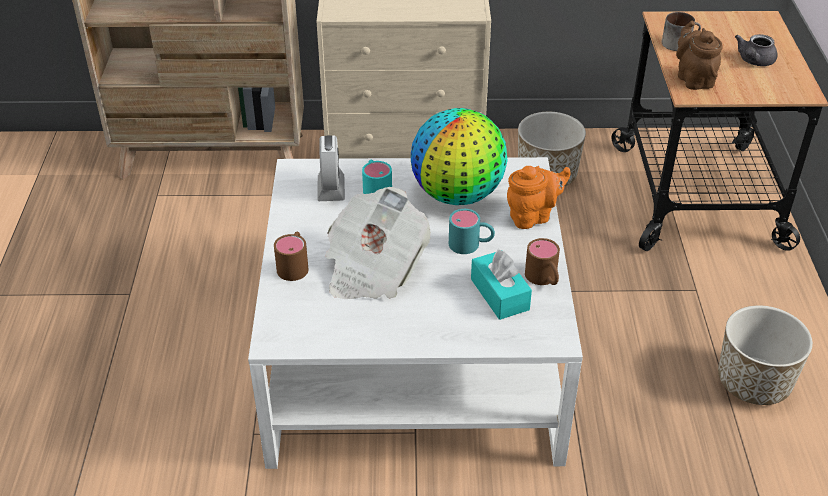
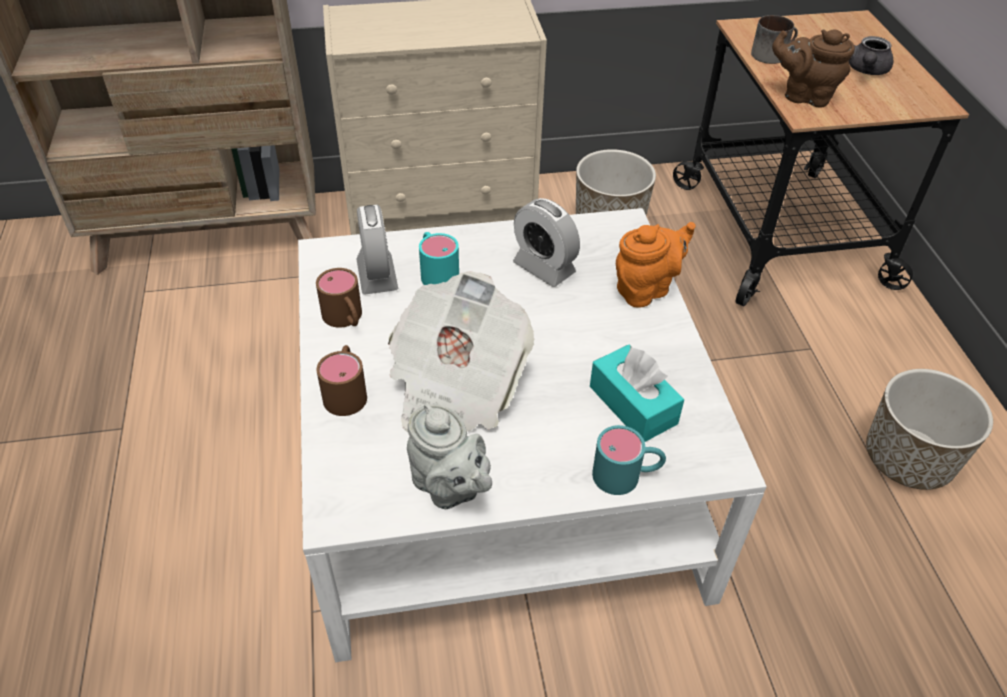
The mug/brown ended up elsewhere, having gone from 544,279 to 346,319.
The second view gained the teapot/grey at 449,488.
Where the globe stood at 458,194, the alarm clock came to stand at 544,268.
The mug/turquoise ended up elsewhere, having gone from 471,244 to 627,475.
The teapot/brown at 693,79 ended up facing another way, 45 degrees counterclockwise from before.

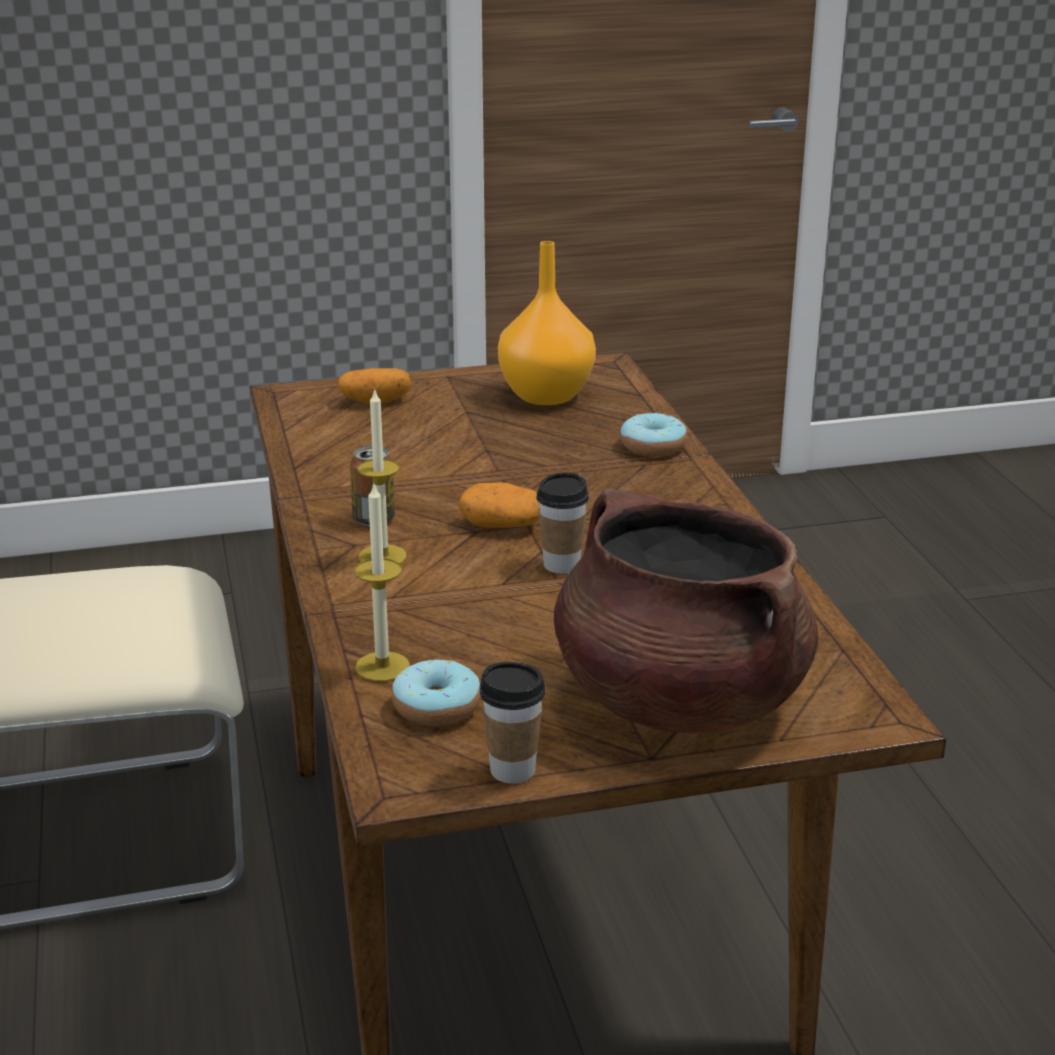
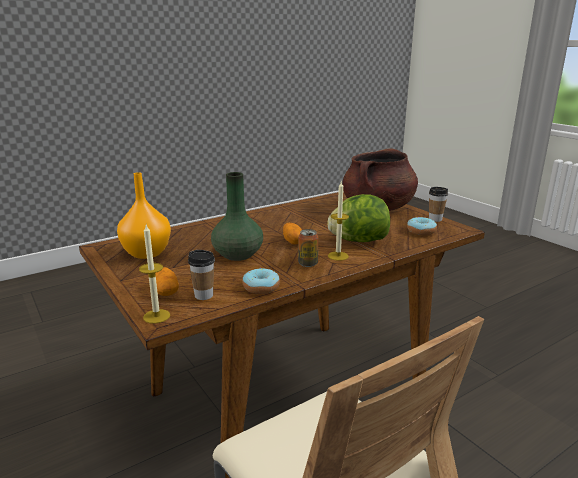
The candle ended up elsewhere, having gone from 382,667 to 156,316.
The cup ended up elsewhere, having gone from 561,565 to 204,295.
The second view gained the vase/green at 238,255.
The donut ended up elsewhere, having gone from 653,447 to 261,287.
The second view gained the lettuce at 358,241.

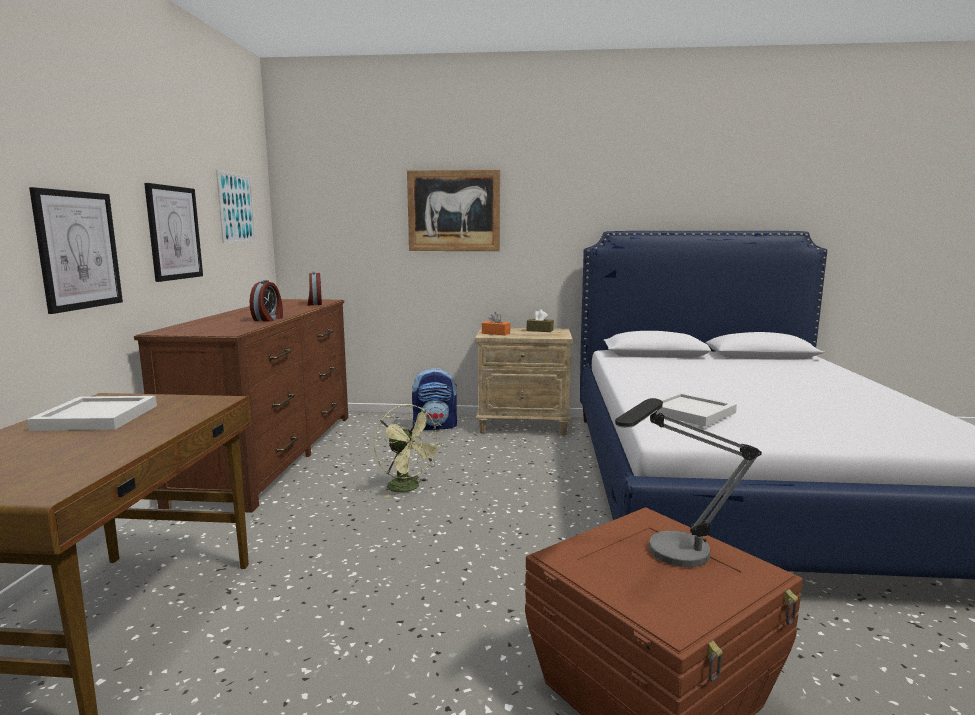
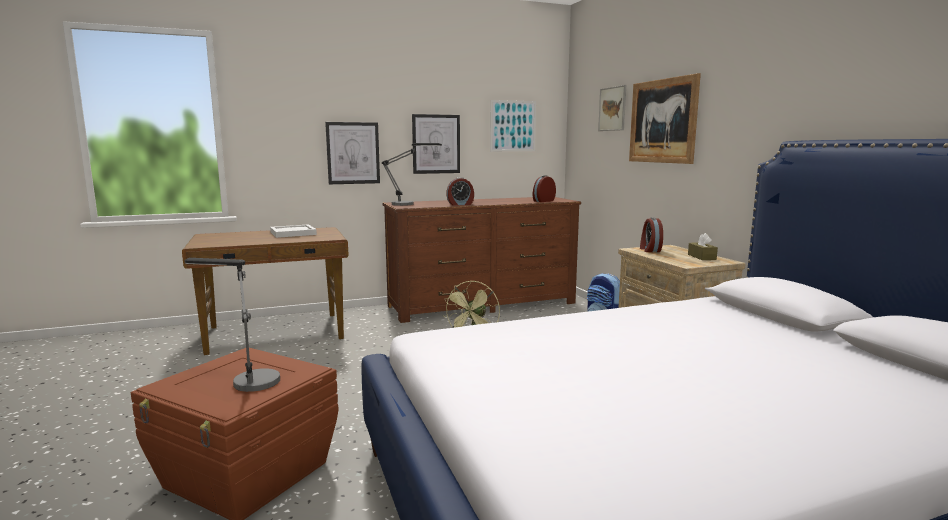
The second view gained the table lamp at 409,204.
The second view gained the picture at 612,109.
Where the tissue box/orange stood at 495,333, the alarm clock came to stand at 649,250.
The second view lost the tray/white at 691,413.

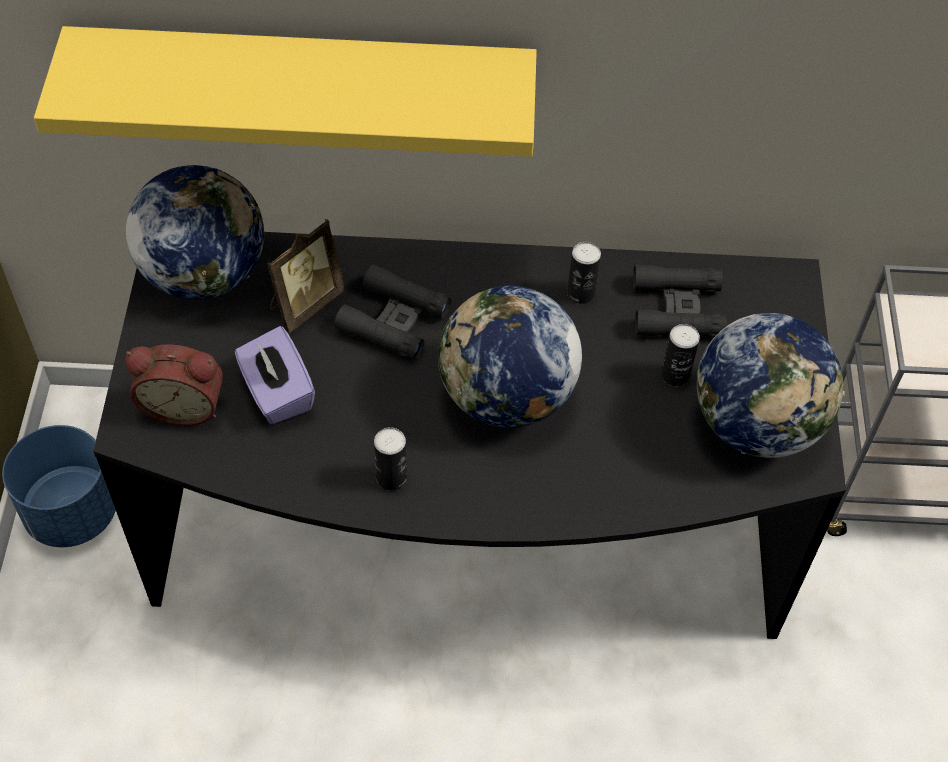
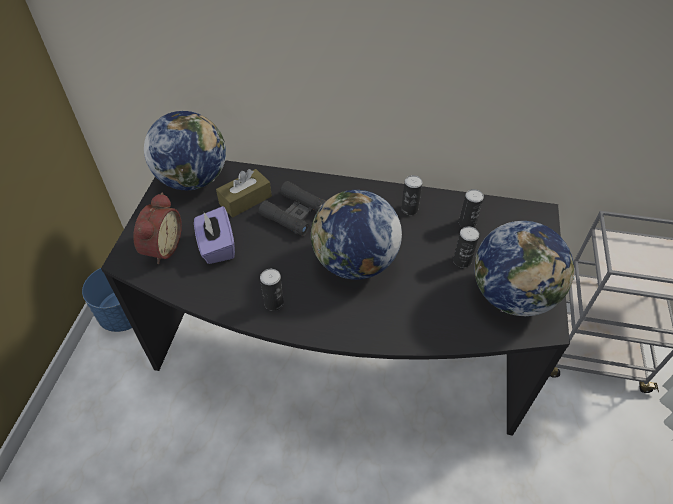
The alarm clock at 184,404 ended up facing another way, 90 degrees counterclockwise from before.
Where the picture frame stood at 304,304, the tissue box/brown came to stand at 245,200.
Where the binoculars/black stood at 677,309, the can came to stand at 467,223.
The second view lost the shelf/yellow at 303,80.

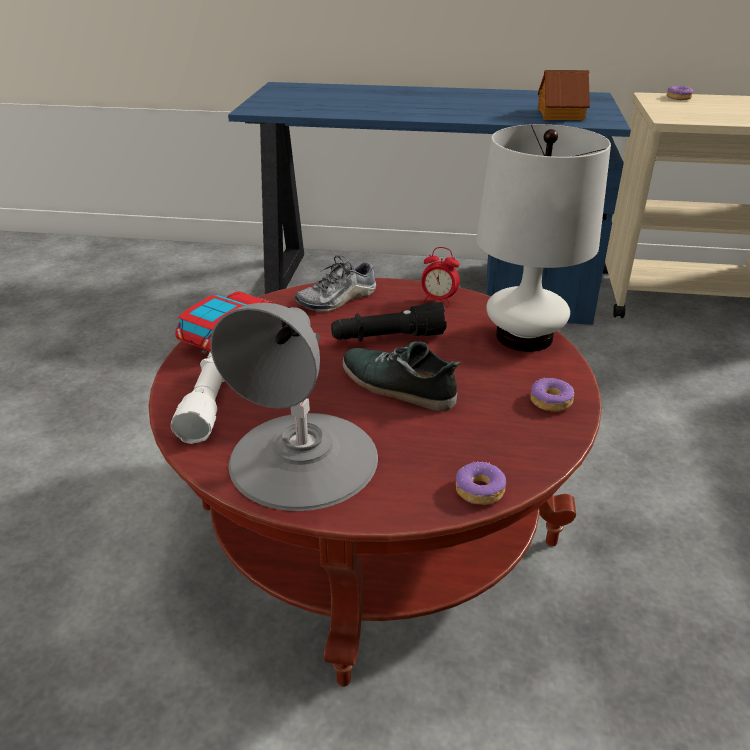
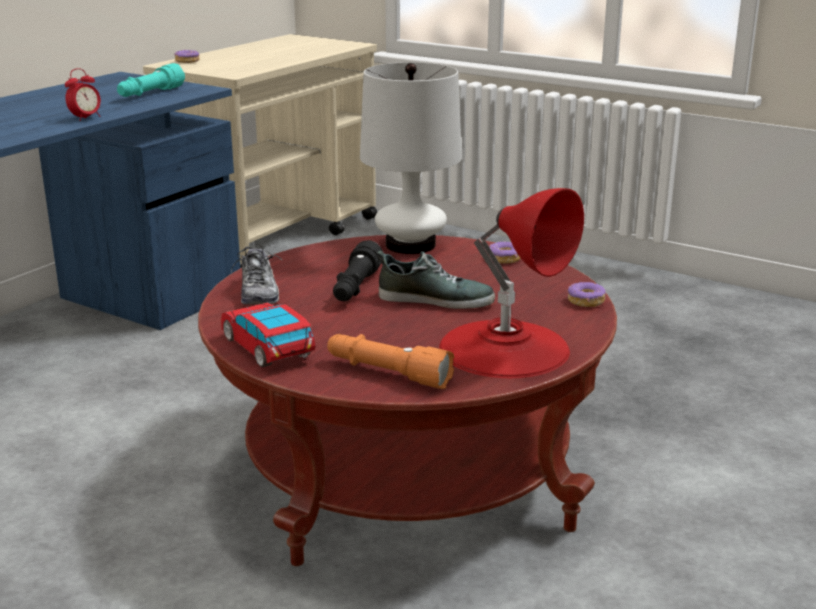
The alarm clock ended up elsewhere, having gone from 438,300 to 86,118.
Where the toy house stood at 559,114, the flashlight/turquoise came to stand at 150,94.
What was the flashlight/white at 209,404 turned into the flashlight/orange at 387,373.
The shoe at 397,386 ended up facing another way, 135 degrees counterclockwise from before.
What was the table lamp/grey at 304,459 turned into the table lamp/red at 505,348.

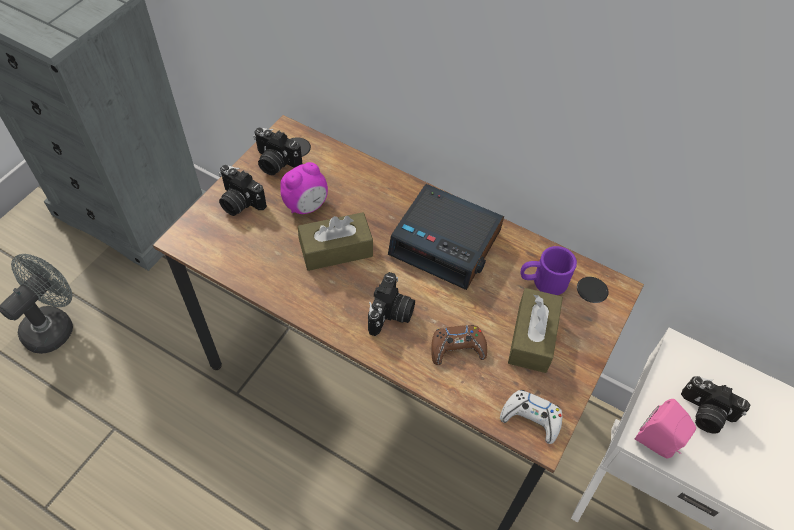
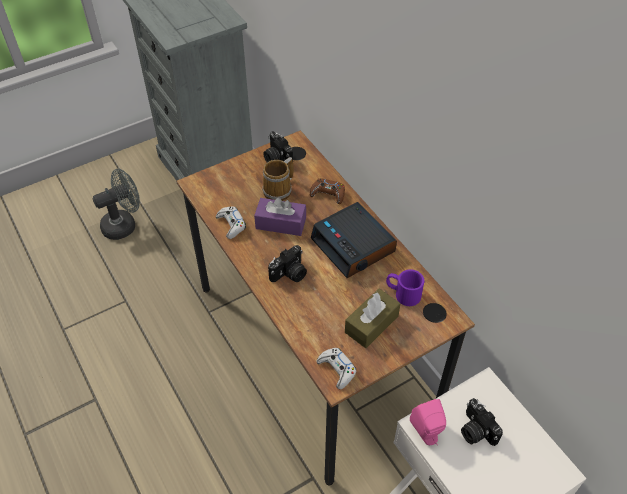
The second view gained the game controller/white at 231,225.
What was the tissue box/brown at 336,250 turned into the tissue box/purple at 281,223.
Where the alarm clock stood at 306,205, the mug came to stand at 279,190.
The game controller/brown ended up elsewhere, having gone from 457,348 to 328,194.
The second view lost the photo camera at 239,202.

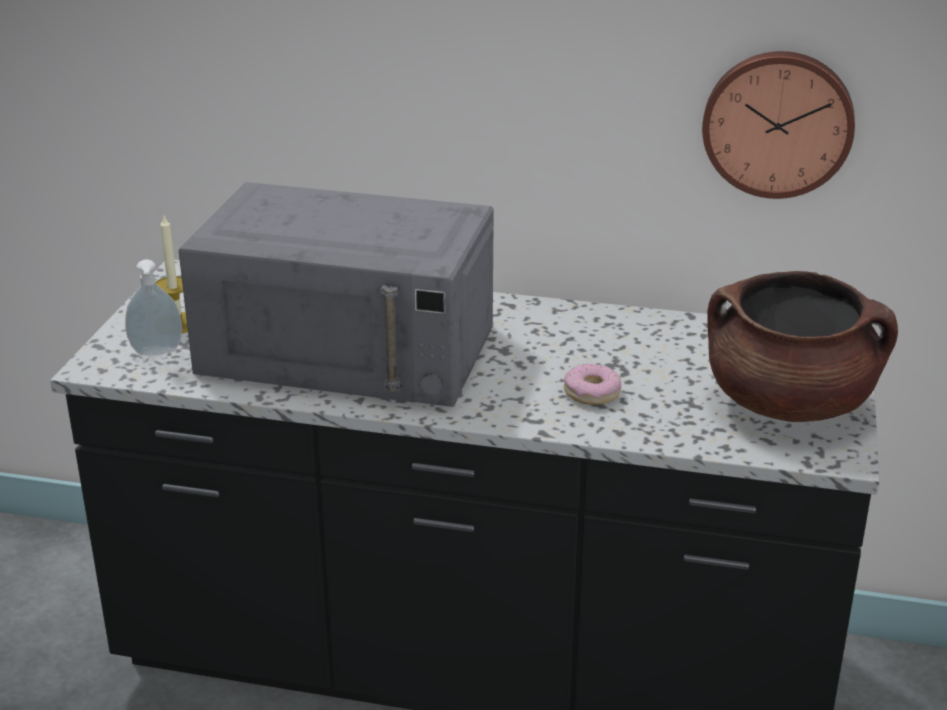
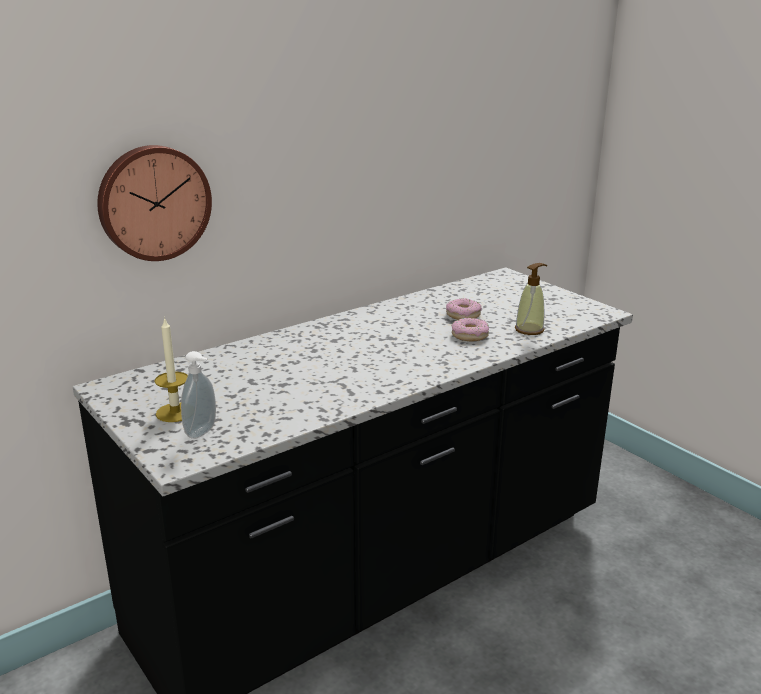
The wall clock ended up elsewhere, having gone from 778,123 to 153,202.
The second view gained the donut at 463,315.
The second view gained the soap dispenser at 529,330.
The second view lost the microwave/grey at 350,349.
The second view lost the cooking pot/brown at 789,403.

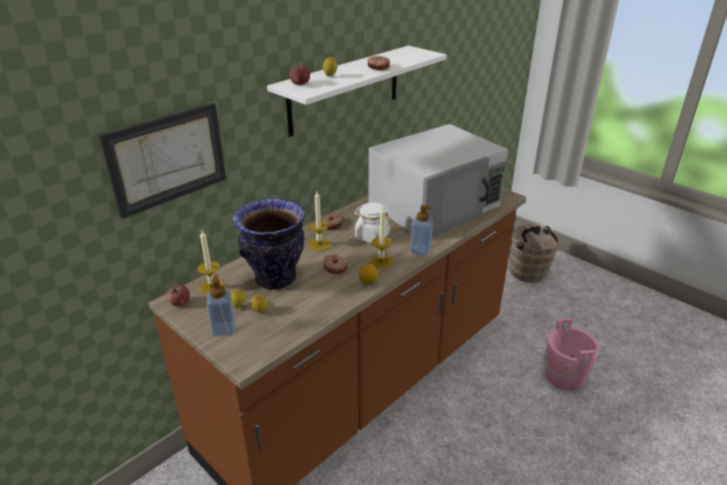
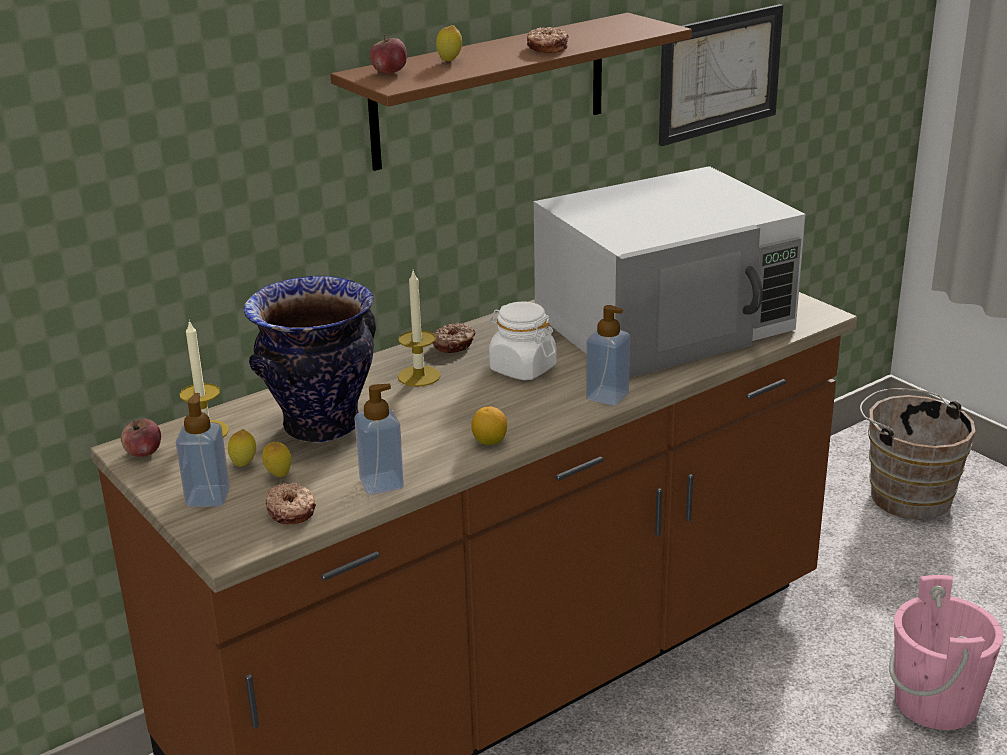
The donut ended up elsewhere, having gone from 335,267 to 292,511.
What was the shelf/white at 345,90 turned into the shelf/brown at 490,91.
The second view gained the soap dispenser at 381,483.
The picture ended up elsewhere, having gone from 167,158 to 719,73.
The second view lost the candle at 381,261.

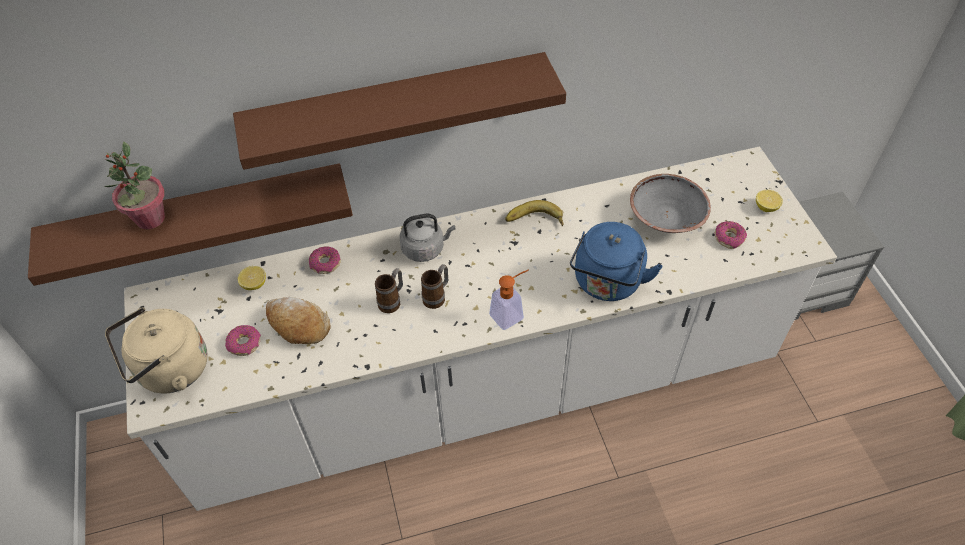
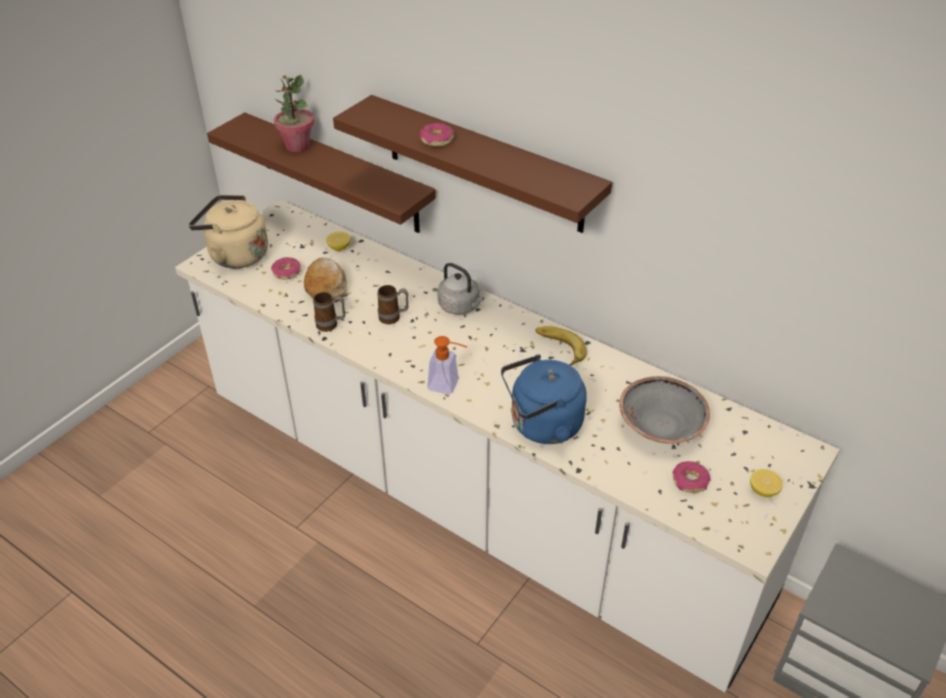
The mug ended up elsewhere, having gone from 437,297 to 331,325.
The donut ended up elsewhere, having gone from 325,264 to 436,140.

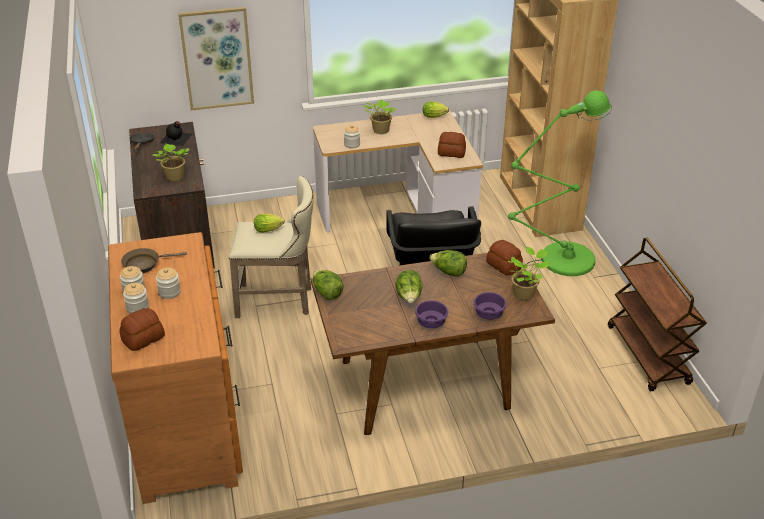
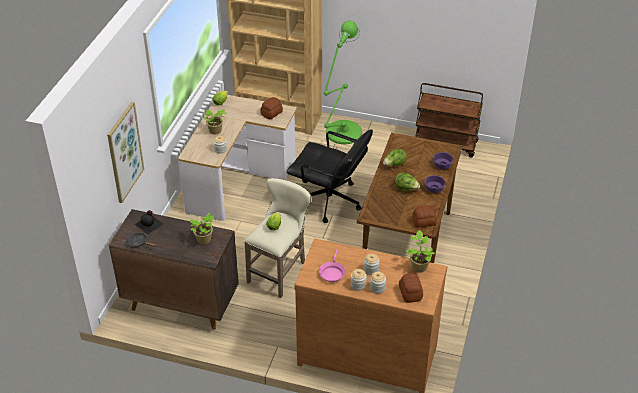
What was the frying pan/brown at 145,264 turned into the frying pan/pink at 332,273.
The potted plant ended up elsewhere, having gone from 525,293 to 419,266.
The bread ended up elsewhere, having gone from 504,265 to 423,222.
The second view lost the lettuce at 327,293.

